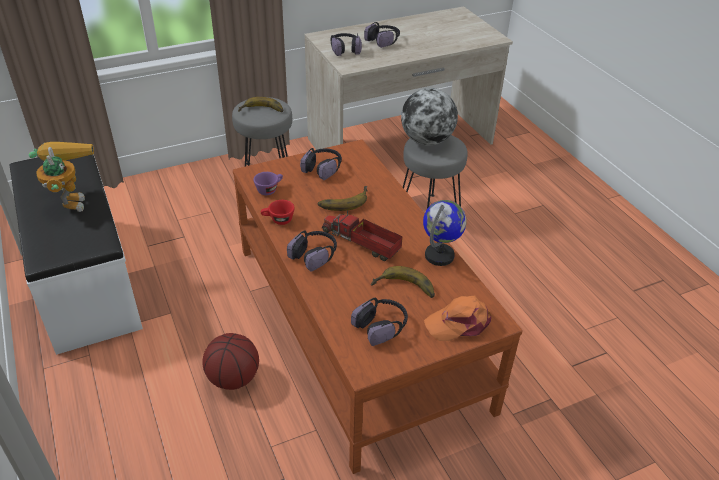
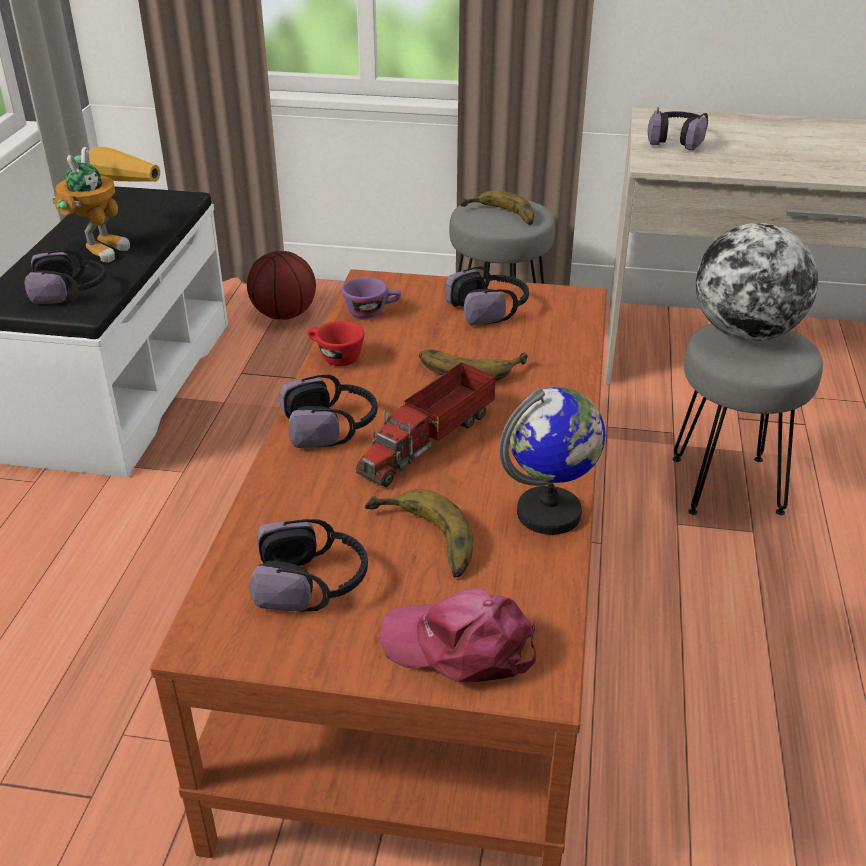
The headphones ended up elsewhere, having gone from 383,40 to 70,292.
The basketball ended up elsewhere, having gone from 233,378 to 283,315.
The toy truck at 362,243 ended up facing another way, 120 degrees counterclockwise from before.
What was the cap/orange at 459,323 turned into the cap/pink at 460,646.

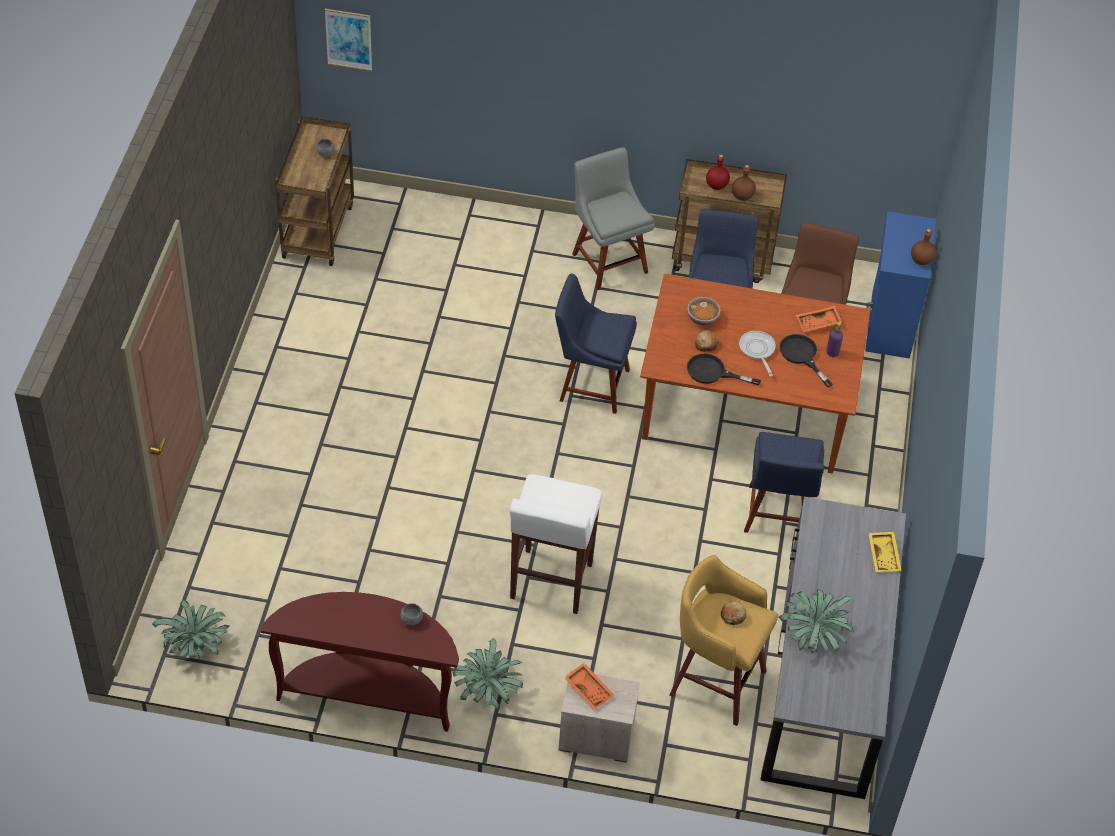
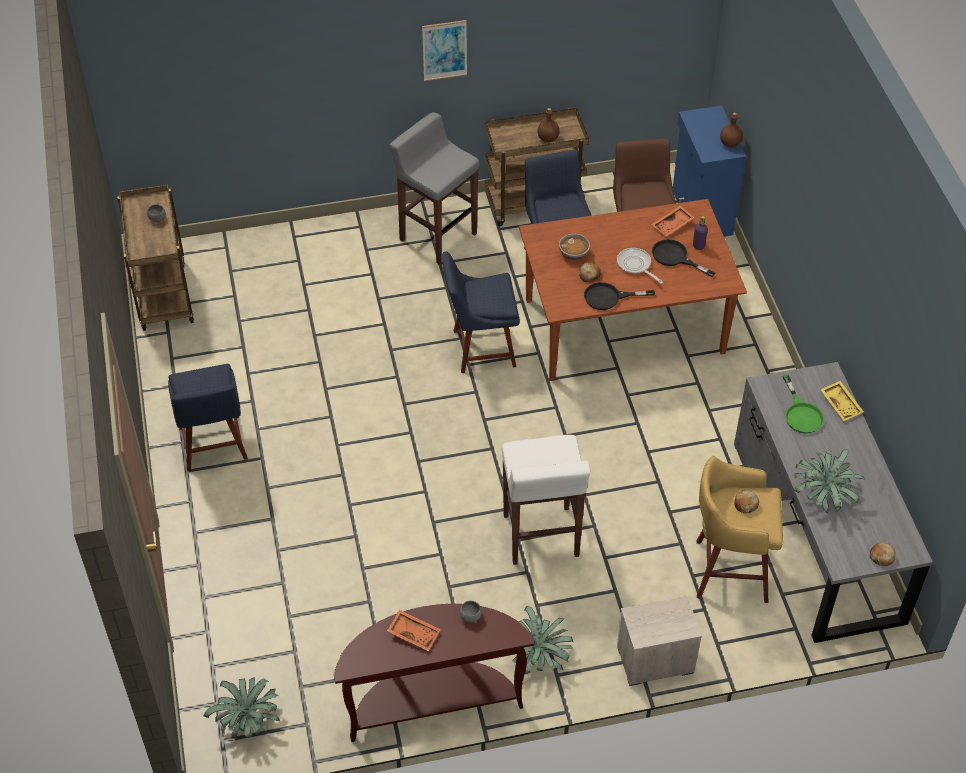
The chair/blue ended up elsewhere, having gone from 777,516 to 213,446.
The tray/orange ended up elsewhere, having gone from 589,689 to 414,633.
Where the chair/grey stood at 608,260, the stool/grey came to stand at 437,236.
The picture ended up elsewhere, having gone from 348,39 to 444,50.
The second view gained the frying pan/green at 801,413.
The second view gained the bread at 882,557.
The second view lost the bottle/red at 717,186.

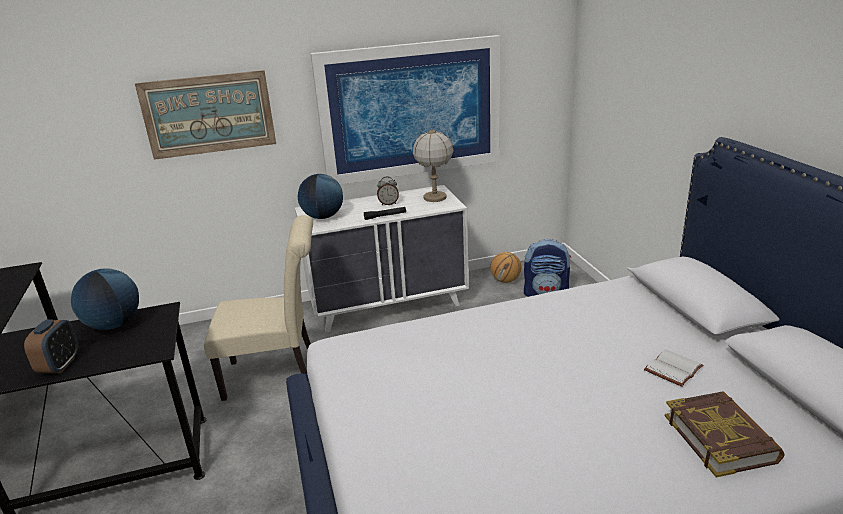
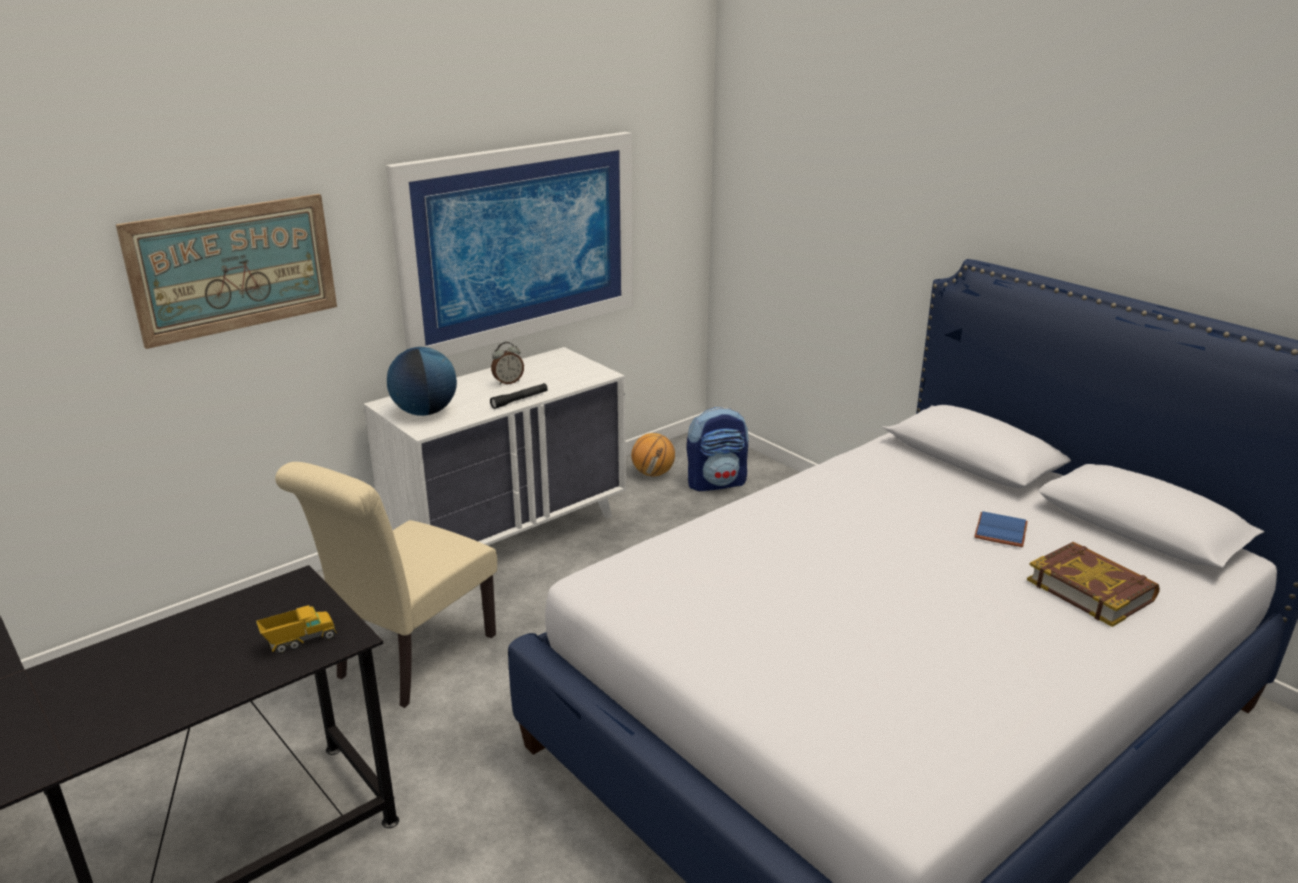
The second view gained the toy truck at 299,642.
The chair/beige at 277,375 ended up facing another way, 150 degrees clockwise from before.
What was the book/white at 674,370 turned into the book/blue at 1002,532.
The second view lost the alarm clock at 60,365.
The second view lost the globe at 114,324.
The second view lost the table lamp at 435,197.

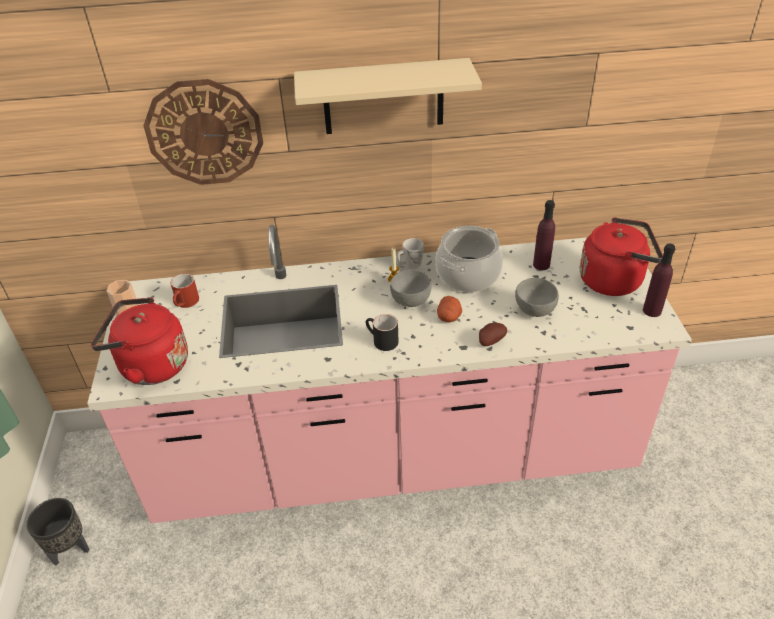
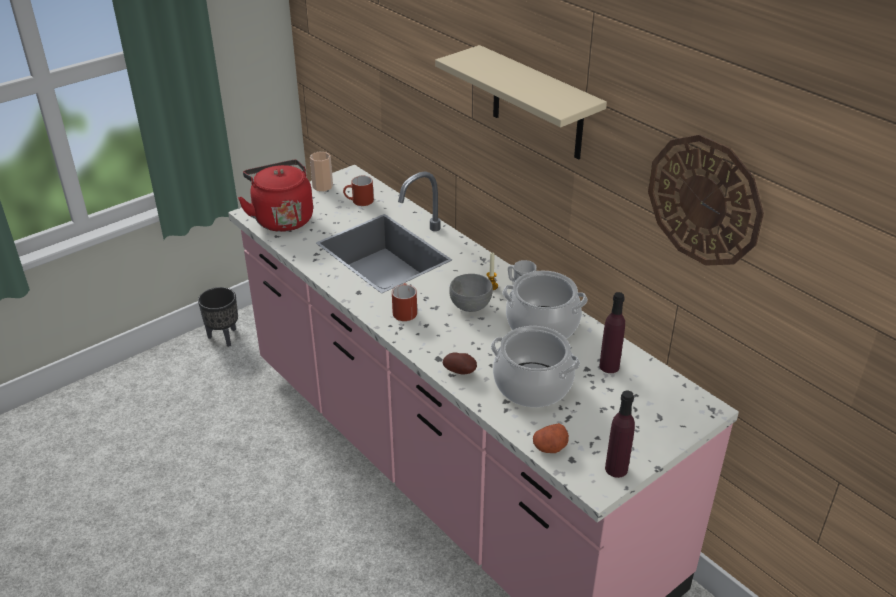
What was the mug/black at 381,341 turned into the mug/red at 404,310.
Where the bowl/grey stood at 534,310, the cooking pot came to stand at 533,385.
The potato ended up elsewhere, having gone from 449,317 to 550,447.
The wall clock ended up elsewhere, having gone from 204,133 to 704,200.
The second view lost the kettle/red at 614,280.

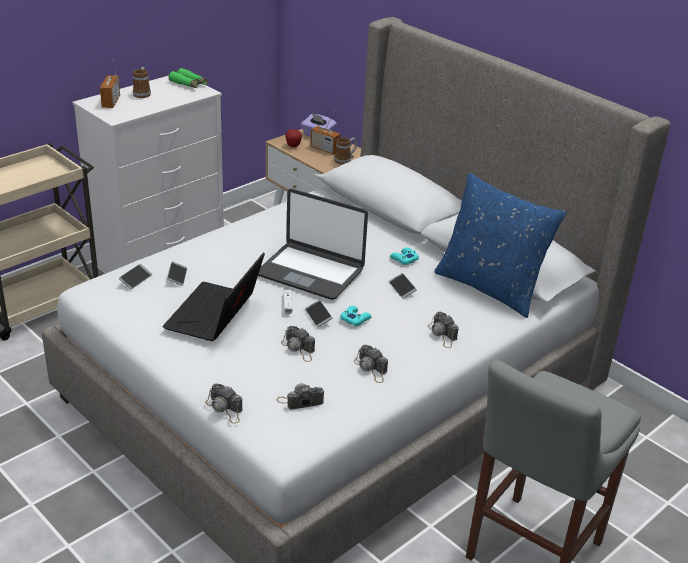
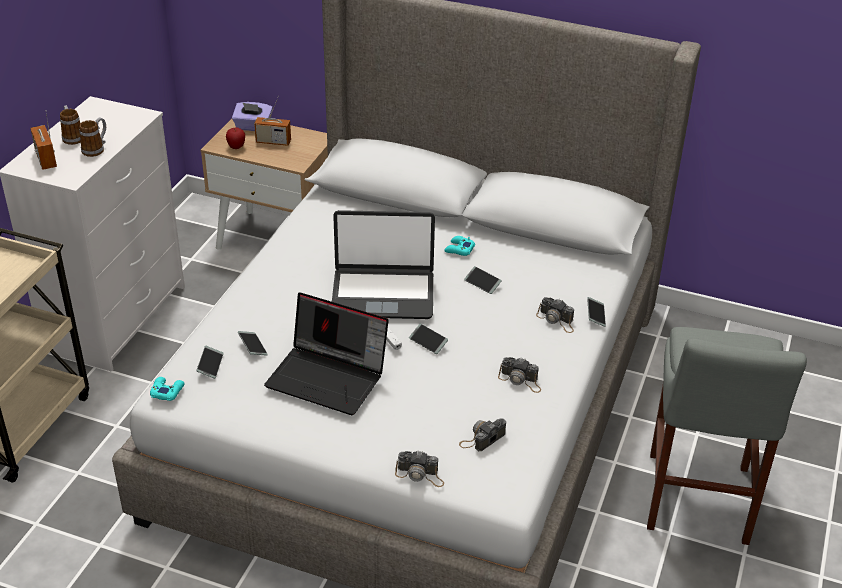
The mug ended up elsewhere, having gone from 345,160 to 96,149.
The game controller/turquoise ended up elsewhere, having gone from 355,319 to 167,391.
The laptop at 215,315 ended up facing another way, 60 degrees counterclockwise from before.
The second view gained the phone at 596,315.
The second view lost the binoculars/green at 189,84.
The second view lost the photo camera at 299,349.
The second view lost the pillow/blue at 490,287.

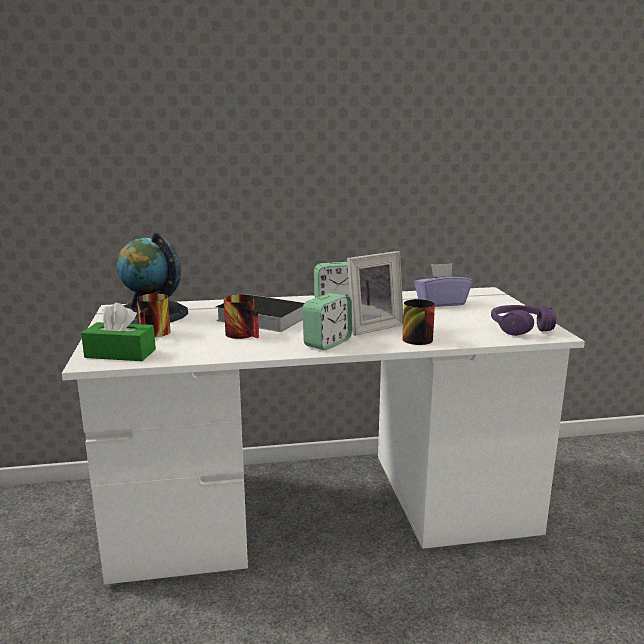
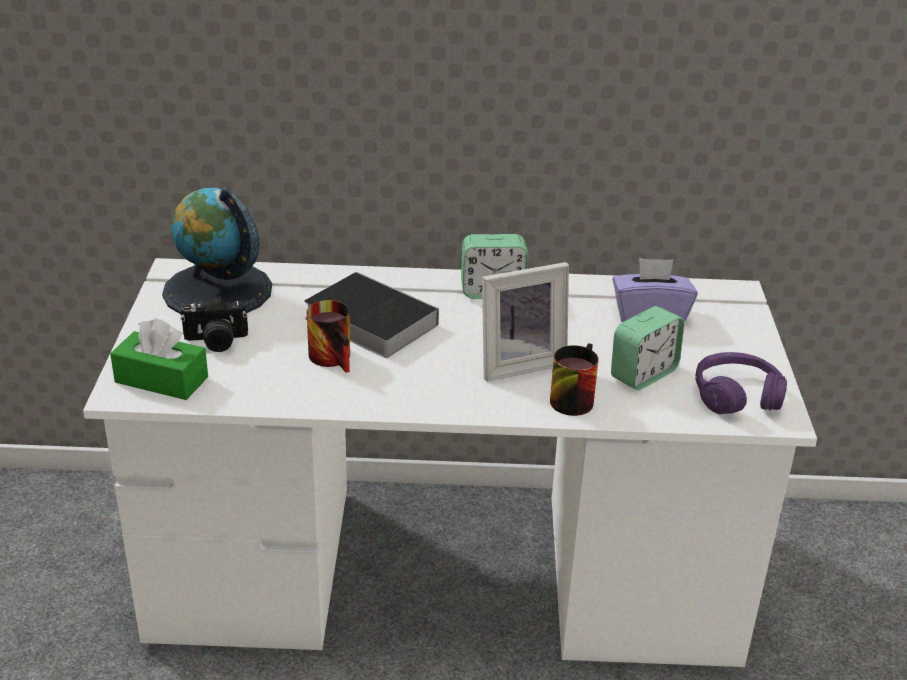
Where the mug stood at 156,334, the photo camera came to stand at 216,341.
The alarm clock ended up elsewhere, having gone from 327,343 to 643,374.

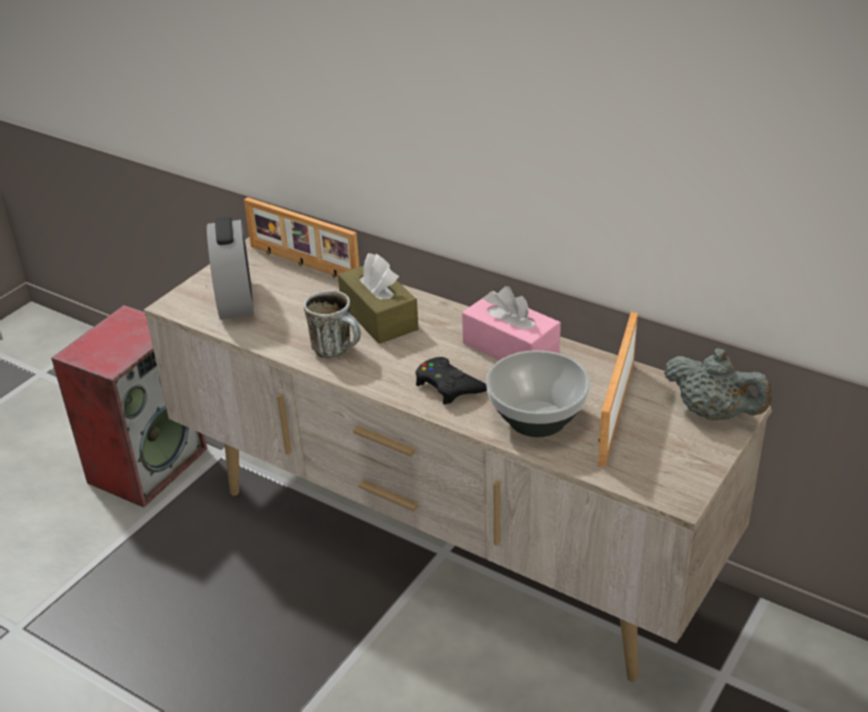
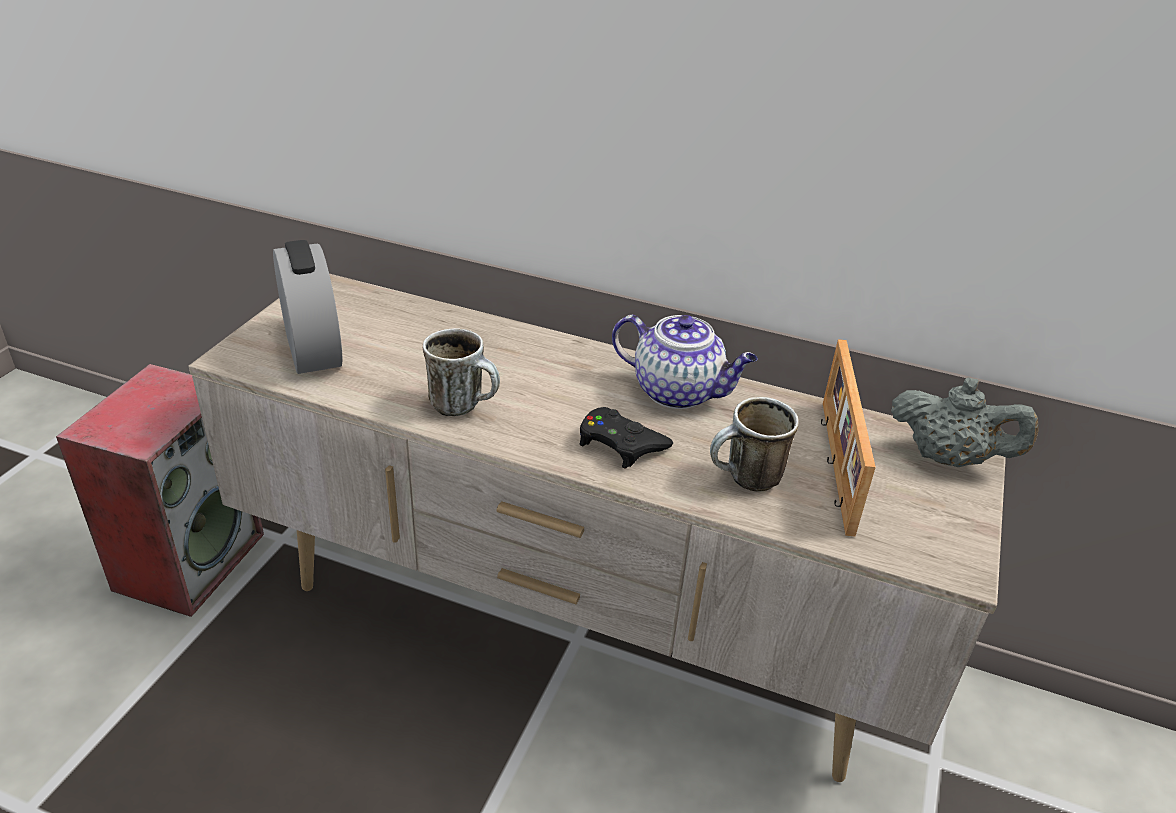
Where the tissue box/pink stood at 510,348, the teapot came to stand at 679,392.
Where the bowl stood at 536,420, the mug came to stand at 746,481.
The second view lost the picture frame at 302,264.
The second view lost the tissue box/brown at 379,317.

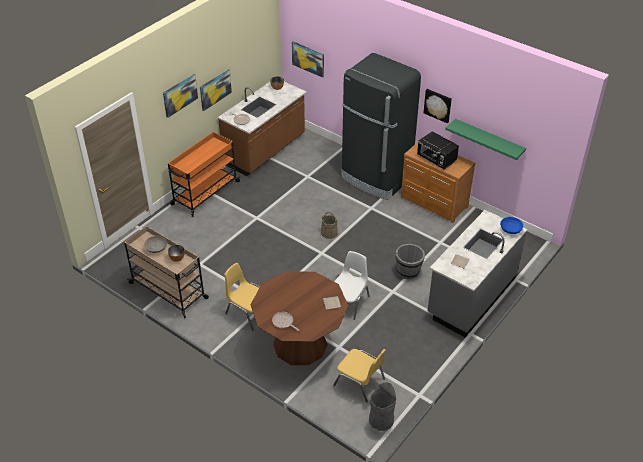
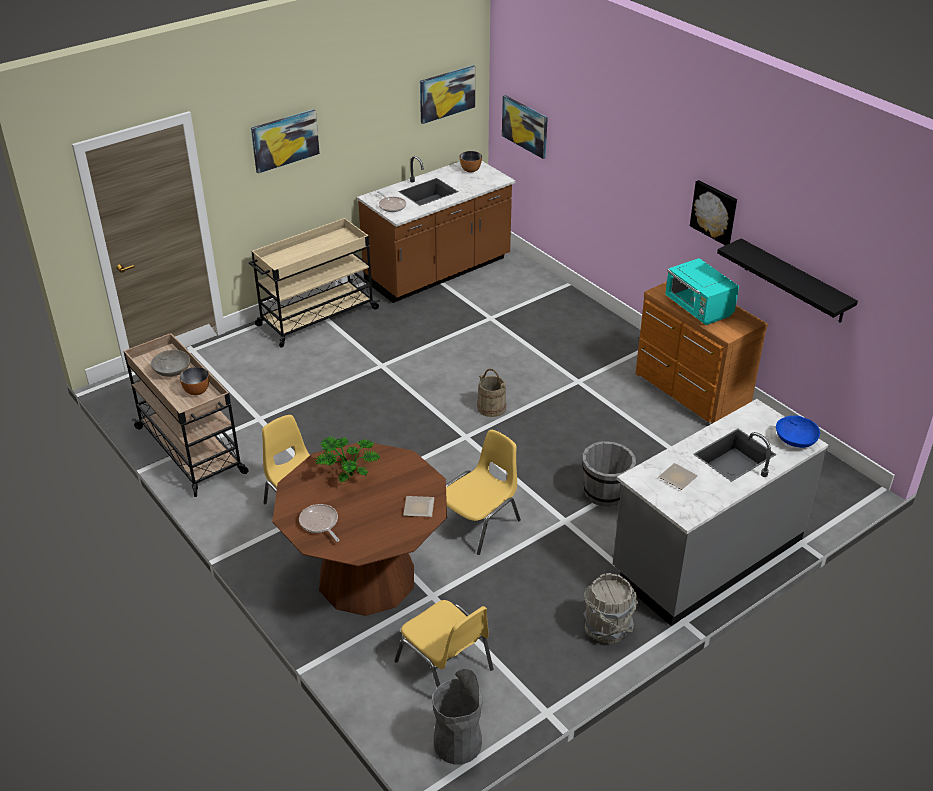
What was the cart/orange at 205,193 turned into the cart/beige at 316,317.
The second view gained the potted plant at 348,474.
The picture ended up elsewhere, having gone from 215,89 to 447,93.
What was the chair/white at 348,301 turned into the chair/yellow at 479,522.
The second view gained the bucket/grey at 607,628.
What was the microwave/black at 436,159 turned into the microwave/turquoise at 698,309.
What was the shelf/green at 489,139 turned into the shelf/black at 794,281.
The second view lost the fridge/black at 376,179.

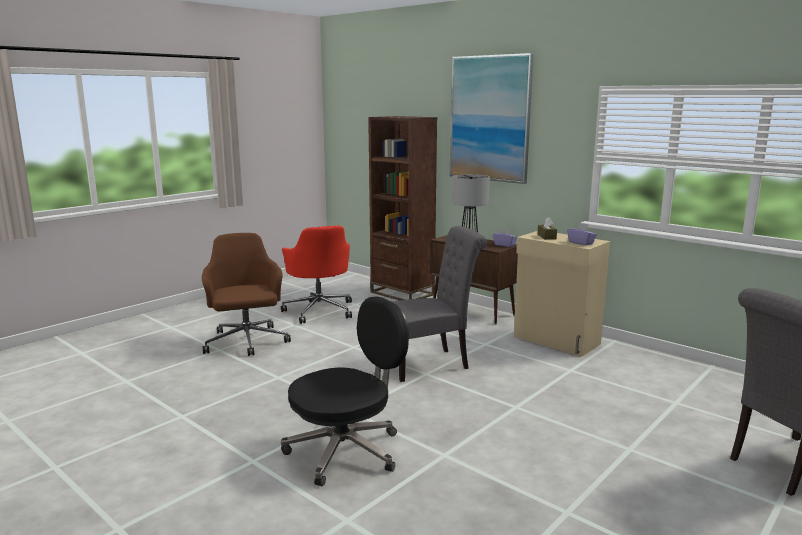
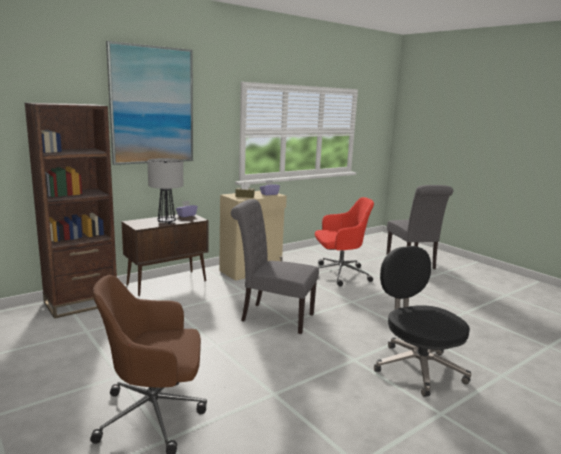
The chair/grey at 430,364 ended up facing another way, 60 degrees counterclockwise from before.
The office chair/red ended up elsewhere, having gone from 319,310 to 339,274.

